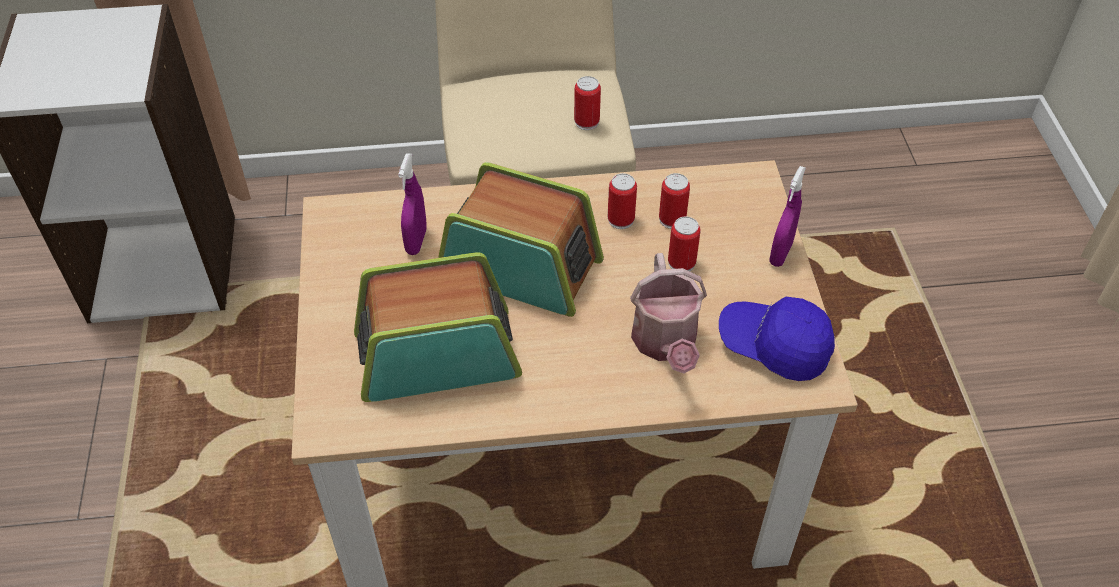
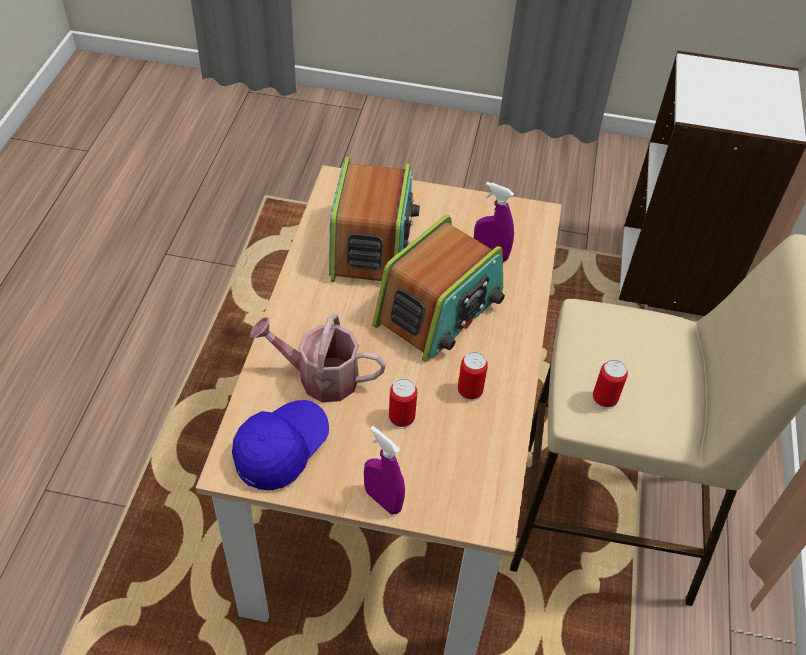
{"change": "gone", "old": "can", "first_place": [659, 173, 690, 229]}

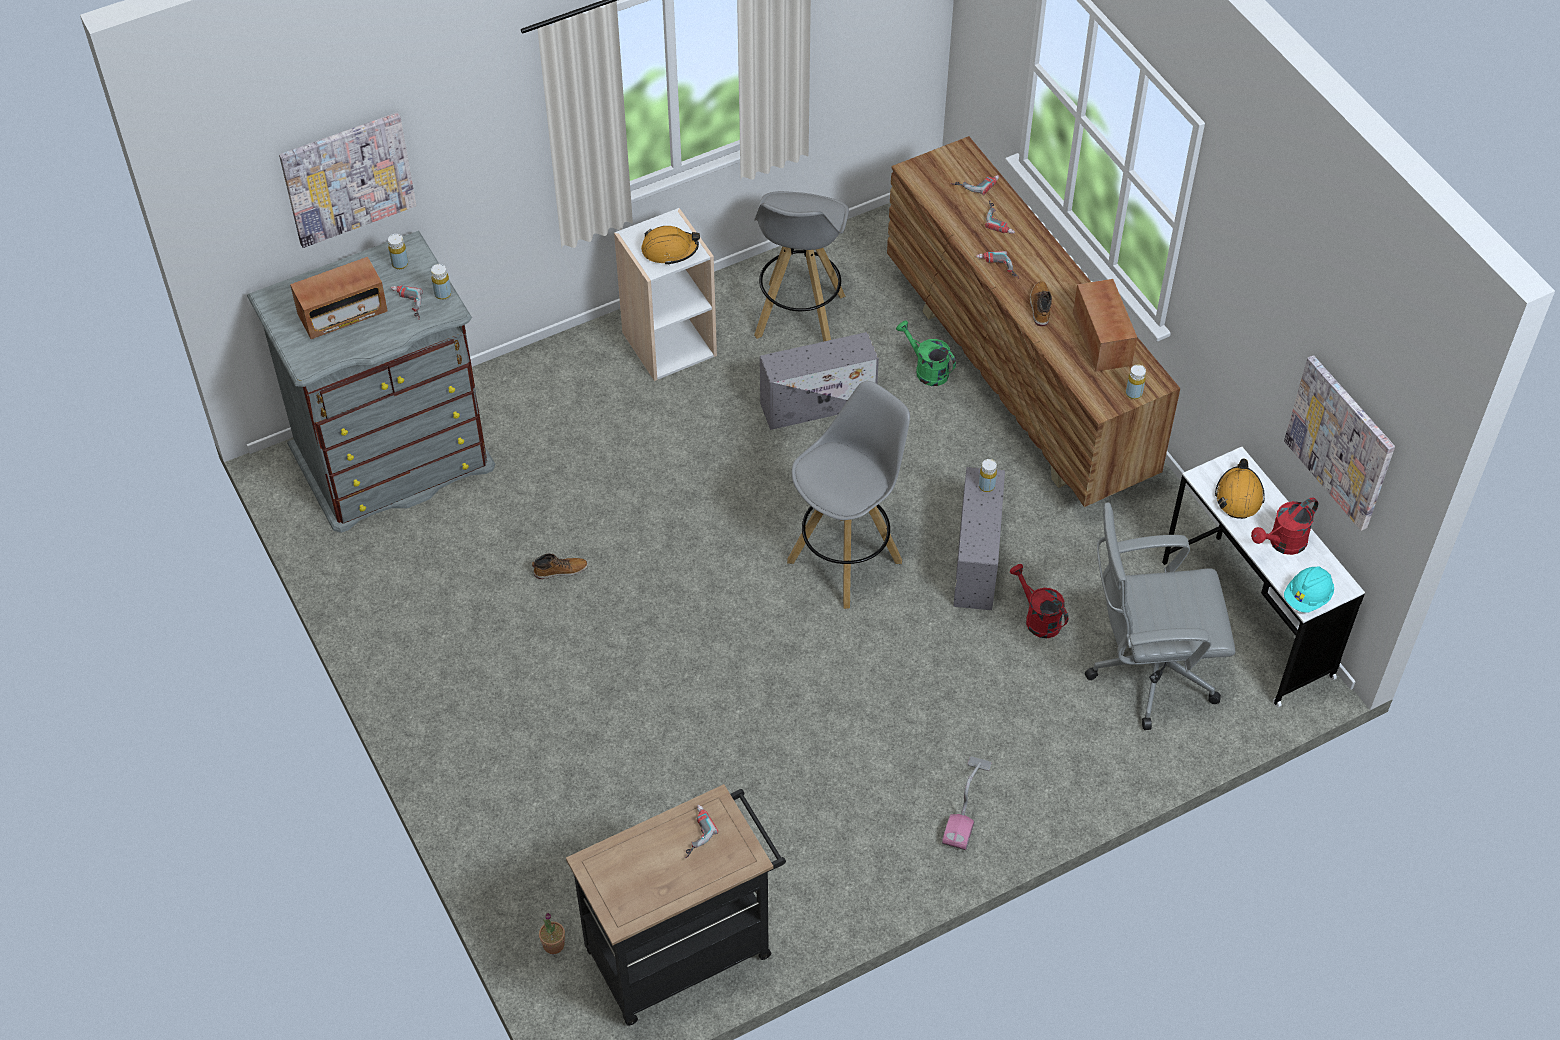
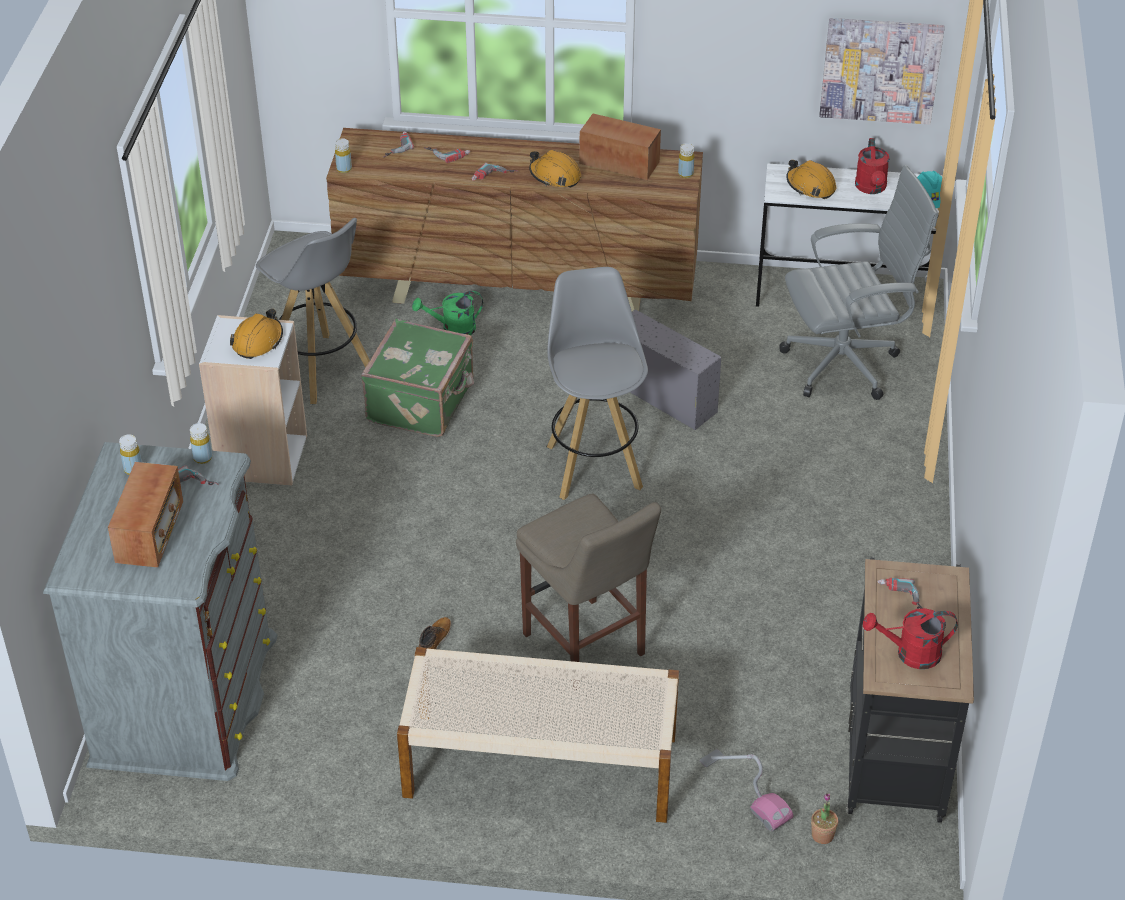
{"change": "shifted", "old": "yellow bottle", "first_place": [979, 459, 997, 492], "second_place": [335, 138, 352, 173]}
{"change": "swapped", "old": "grey storage box", "new": "green suitcase", "first_place": [760, 332, 879, 430], "second_place": [361, 319, 474, 437]}
{"change": "new", "new": "beige bench", "second_place": [397, 647, 679, 823]}
{"change": "new", "new": "beige stool", "second_place": [516, 494, 661, 690]}
{"change": "swapped", "old": "boot", "new": "orange hard hat", "first_place": [1030, 281, 1052, 326], "second_place": [529, 150, 581, 188]}
{"change": "shifted", "old": "vacuum cleaner", "first_place": [942, 756, 991, 850], "second_place": [700, 749, 793, 831]}
{"change": "rotated", "old": "grey office chair", "first_place": [1085, 502, 1235, 730], "second_place": [779, 165, 938, 400], "degrees": -135}
{"change": "shifted", "old": "red watering can", "first_place": [1010, 564, 1068, 638], "second_place": [863, 608, 958, 669]}
{"change": "gone", "old": "picture", "first_place": [279, 112, 416, 248]}

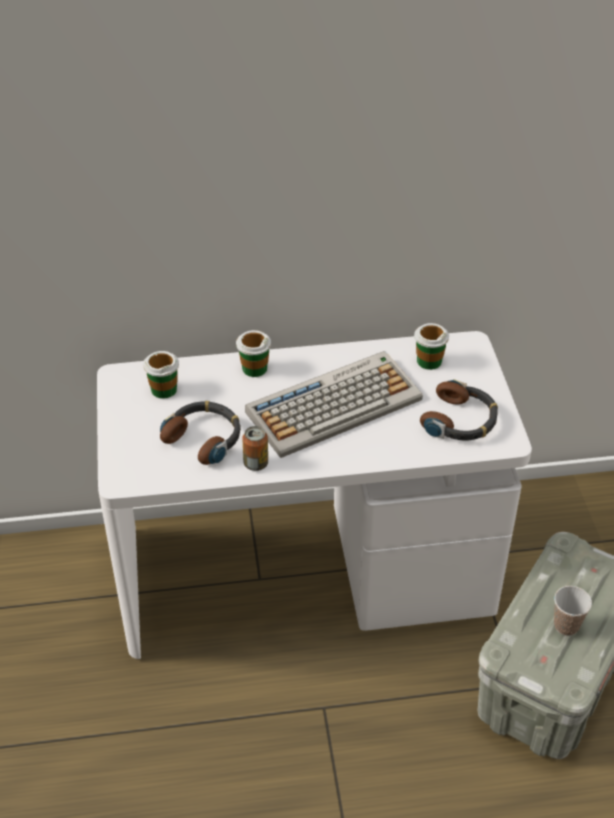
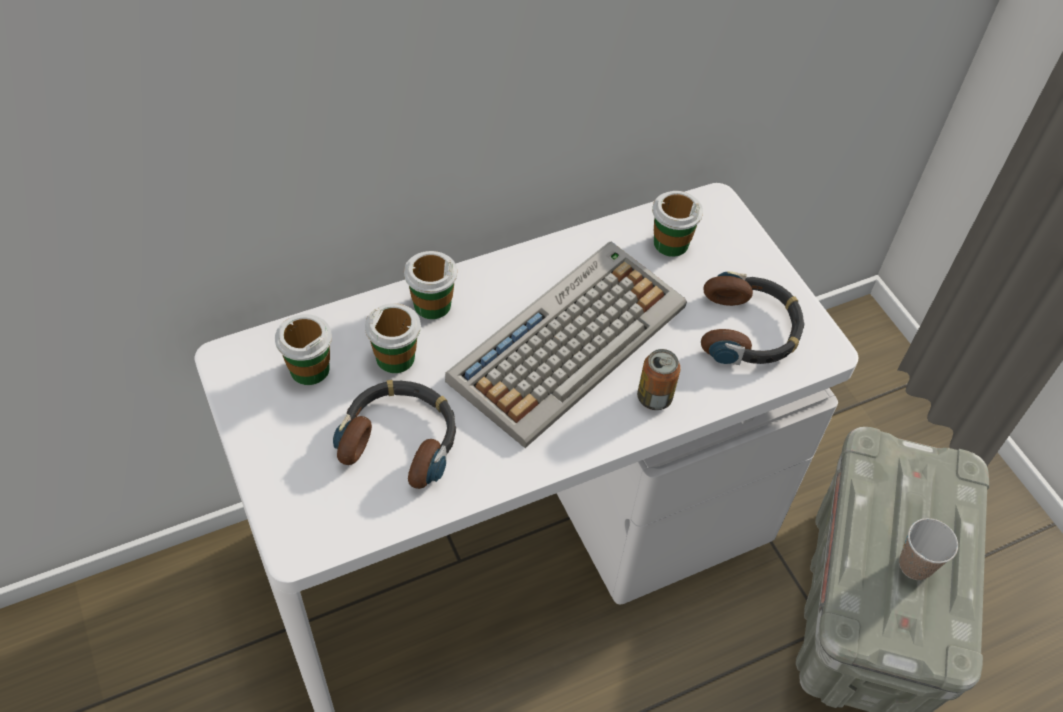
{"change": "new", "new": "cup", "second_place": [365, 303, 421, 373]}
{"change": "shifted", "old": "can", "first_place": [242, 426, 268, 471], "second_place": [637, 349, 681, 410]}

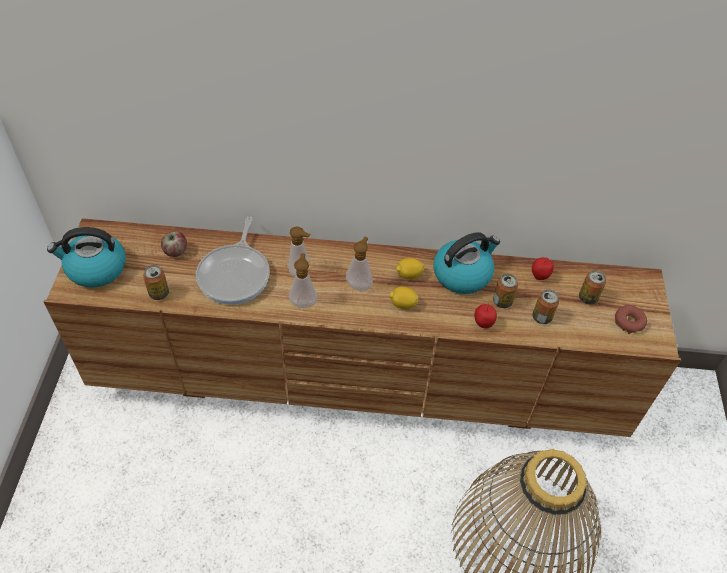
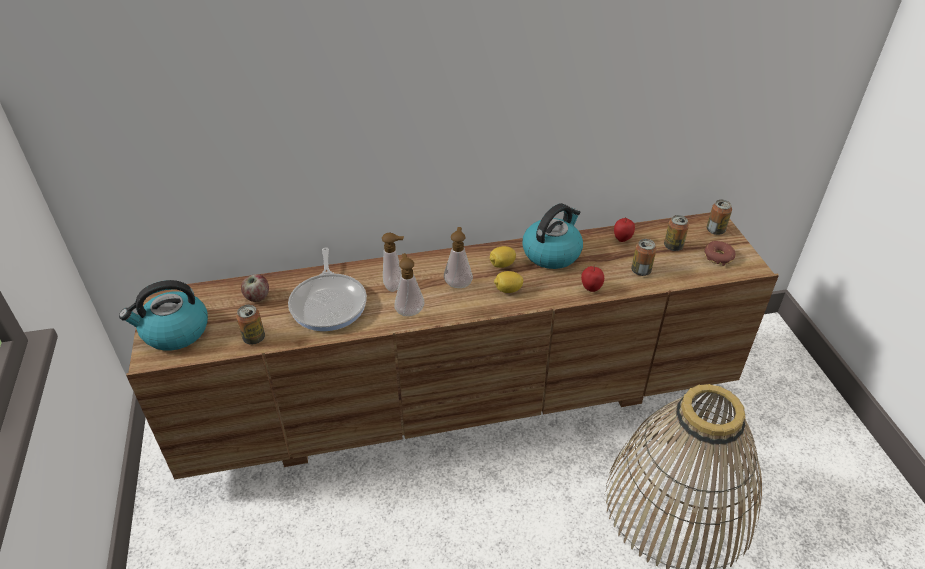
{"change": "shifted", "old": "can", "first_place": [493, 274, 518, 308], "second_place": [707, 200, 732, 235]}

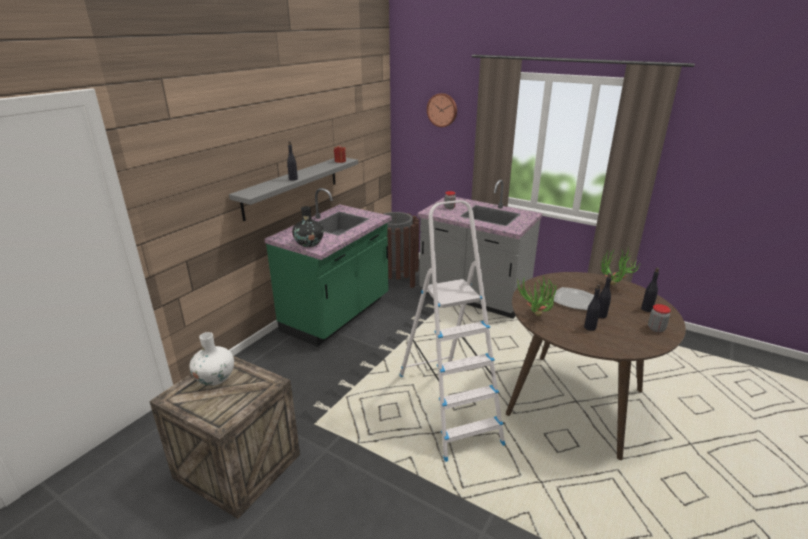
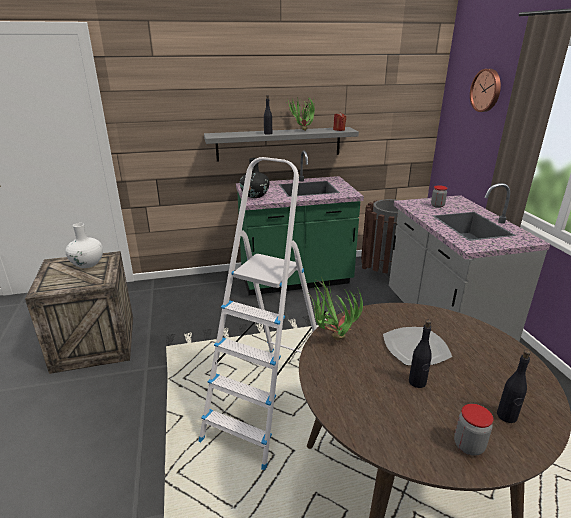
{"change": "shifted", "old": "potted plant", "first_place": [600, 248, 642, 285], "second_place": [286, 97, 315, 131]}
{"change": "gone", "old": "black bottle", "first_place": [584, 284, 601, 331]}

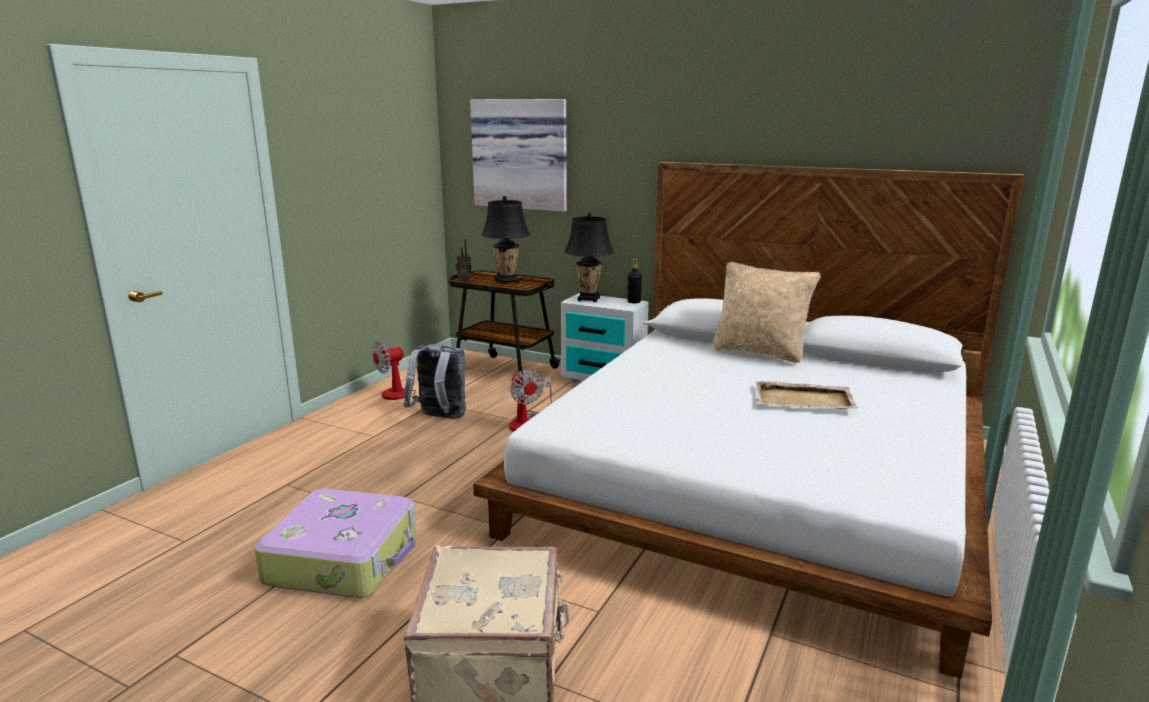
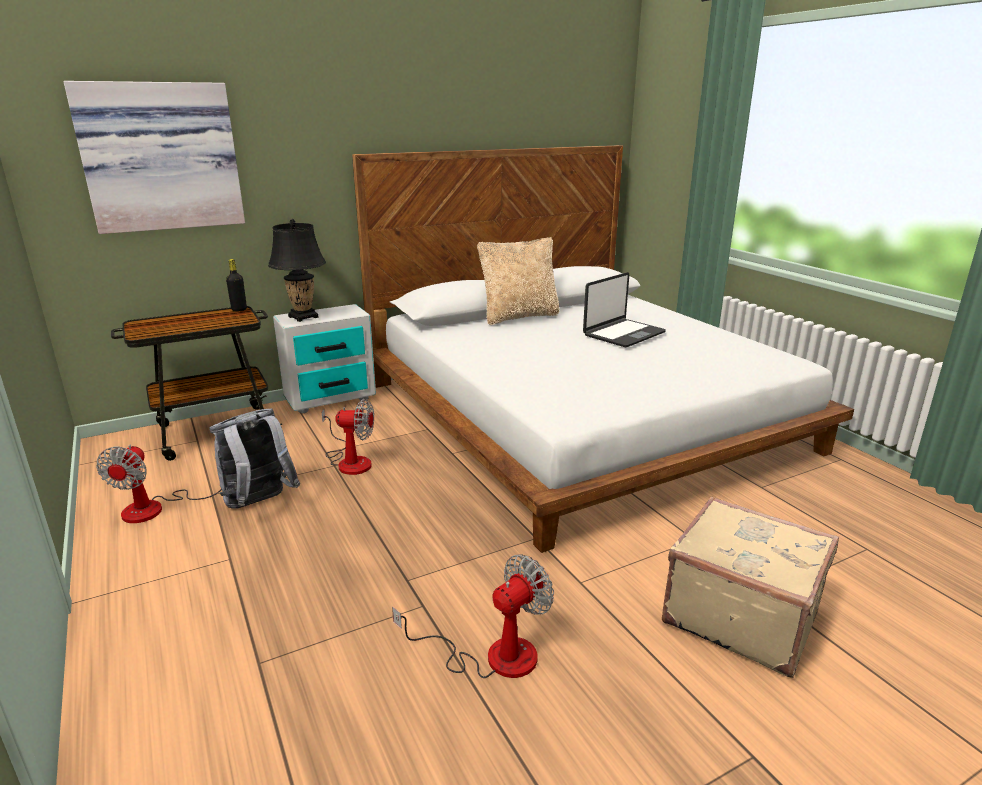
{"change": "shifted", "old": "black bottle", "first_place": [628, 259, 642, 303], "second_place": [226, 259, 247, 312]}
{"change": "swapped", "old": "suitcase", "new": "fan", "first_place": [255, 489, 416, 598], "second_place": [392, 554, 554, 678]}
{"change": "swapped", "old": "beige tray", "new": "laptop", "first_place": [756, 381, 858, 409], "second_place": [583, 272, 666, 347]}
{"change": "gone", "old": "radio", "first_place": [455, 239, 472, 281]}
{"change": "gone", "old": "black table lamp", "first_place": [482, 196, 530, 285]}

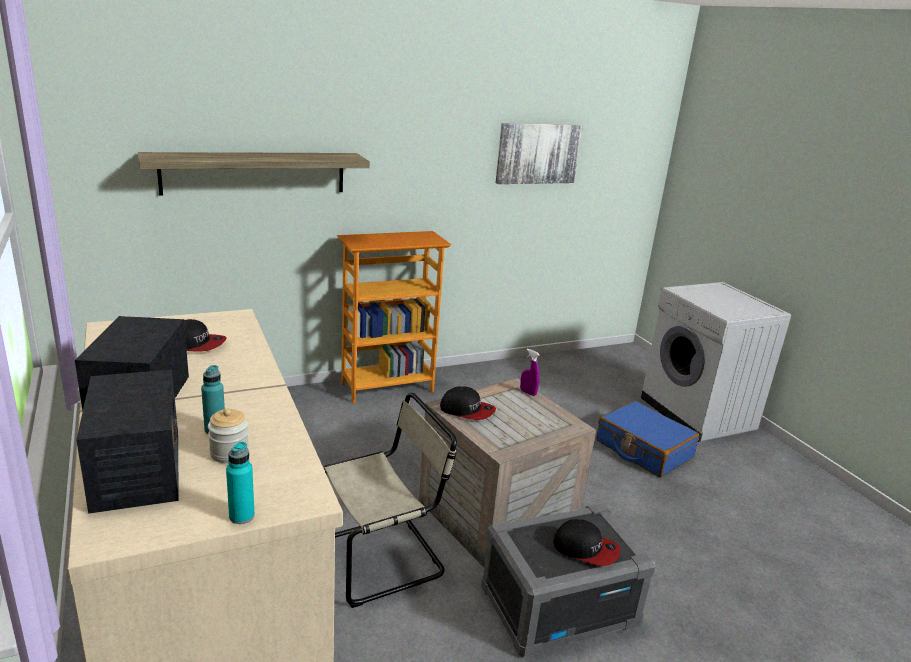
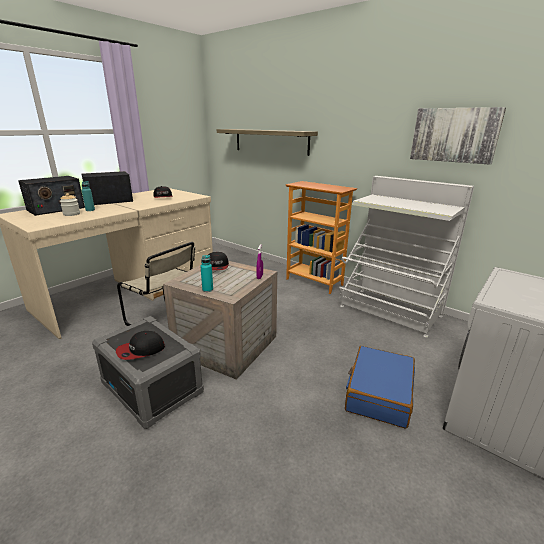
{"change": "rotated", "old": "cap", "first_place": [553, 519, 620, 566], "second_place": [116, 331, 165, 360], "degrees": 60}
{"change": "shifted", "old": "turquoise bottle", "first_place": [226, 442, 255, 524], "second_place": [200, 255, 213, 292]}
{"change": "new", "new": "white shoe rack", "second_place": [339, 176, 474, 337]}

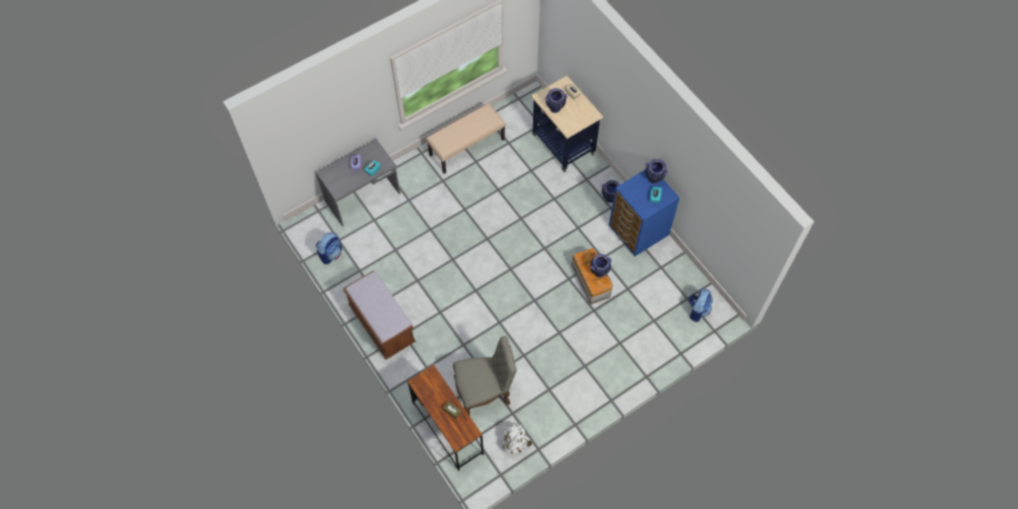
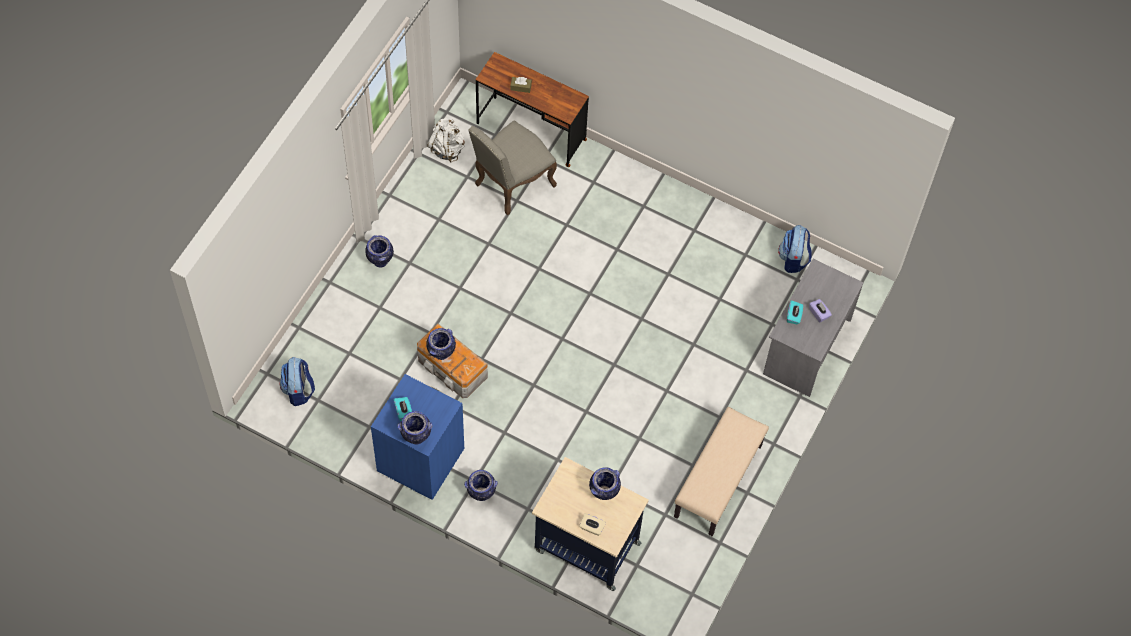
{"change": "new", "new": "vase", "second_place": [365, 235, 394, 268]}
{"change": "gone", "old": "brown bench", "first_place": [343, 270, 416, 360]}

